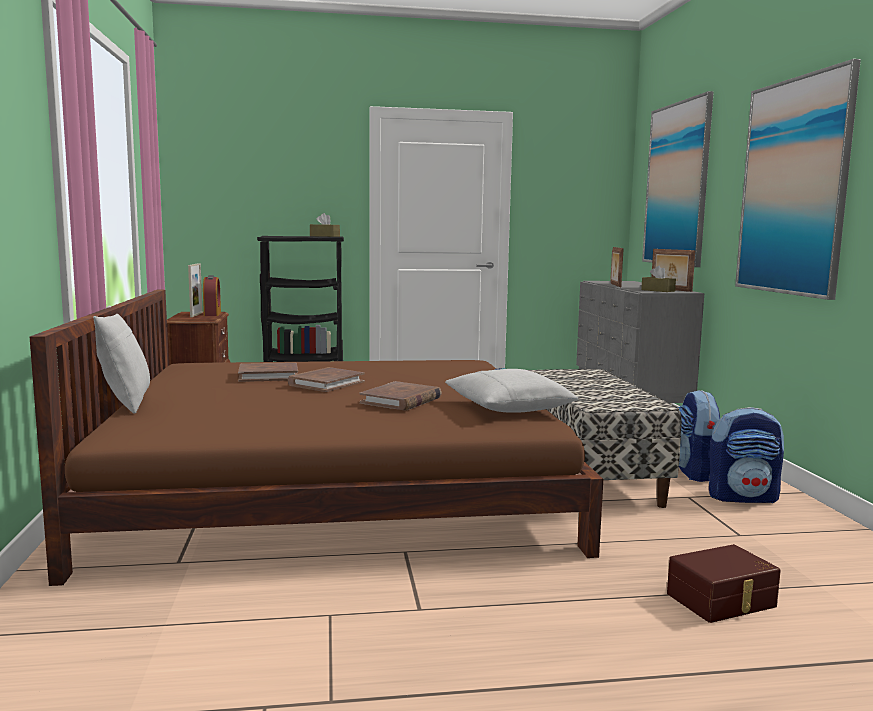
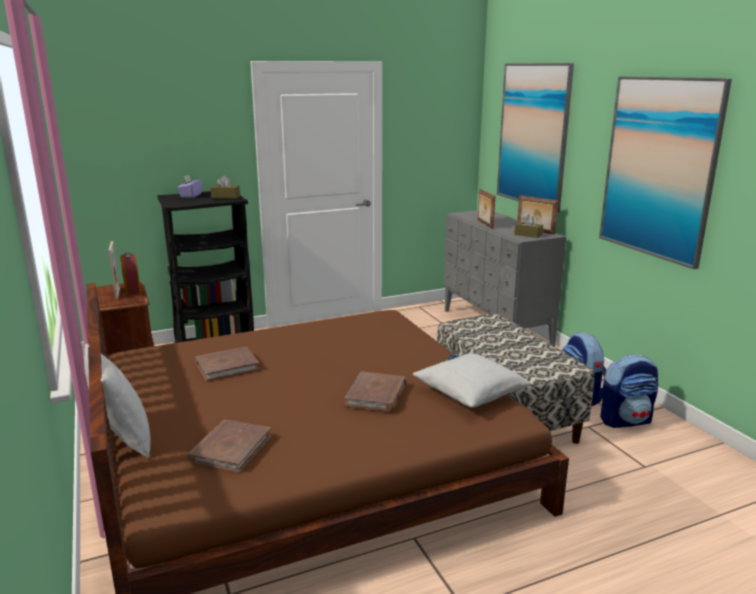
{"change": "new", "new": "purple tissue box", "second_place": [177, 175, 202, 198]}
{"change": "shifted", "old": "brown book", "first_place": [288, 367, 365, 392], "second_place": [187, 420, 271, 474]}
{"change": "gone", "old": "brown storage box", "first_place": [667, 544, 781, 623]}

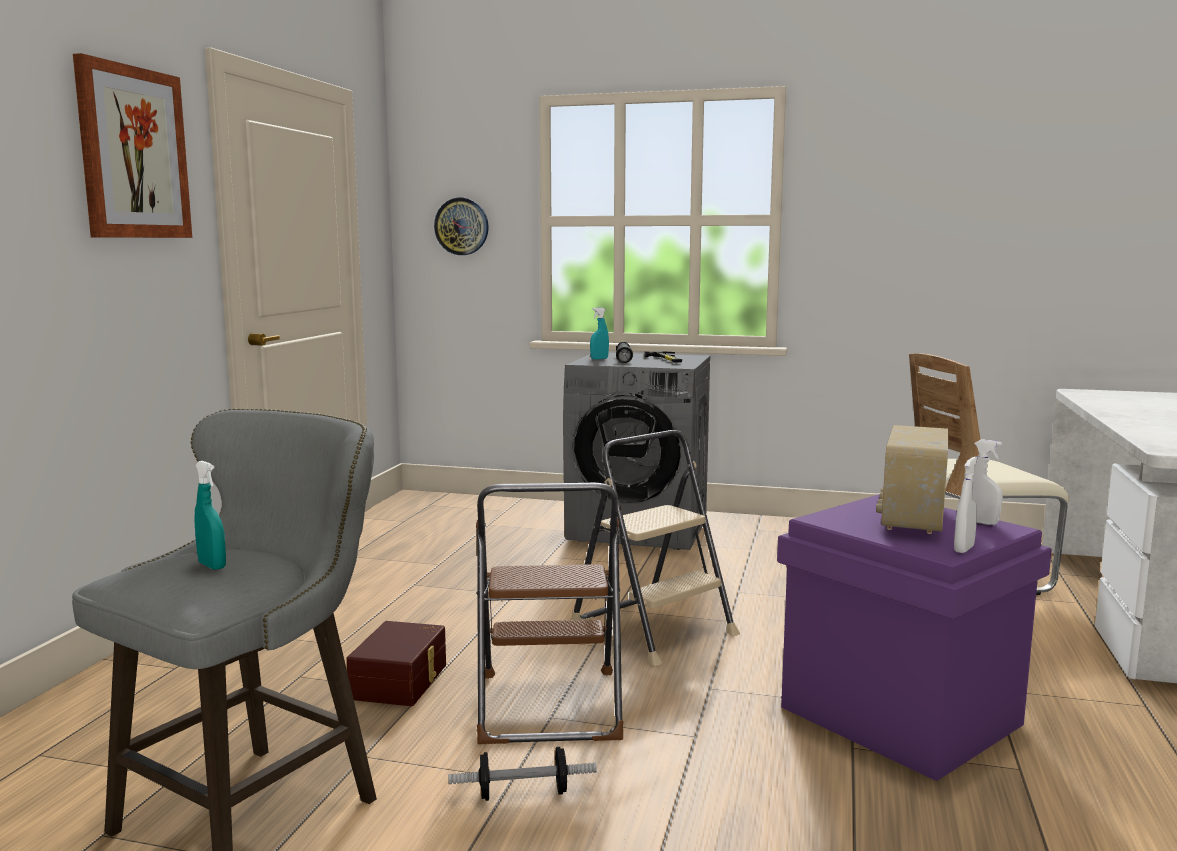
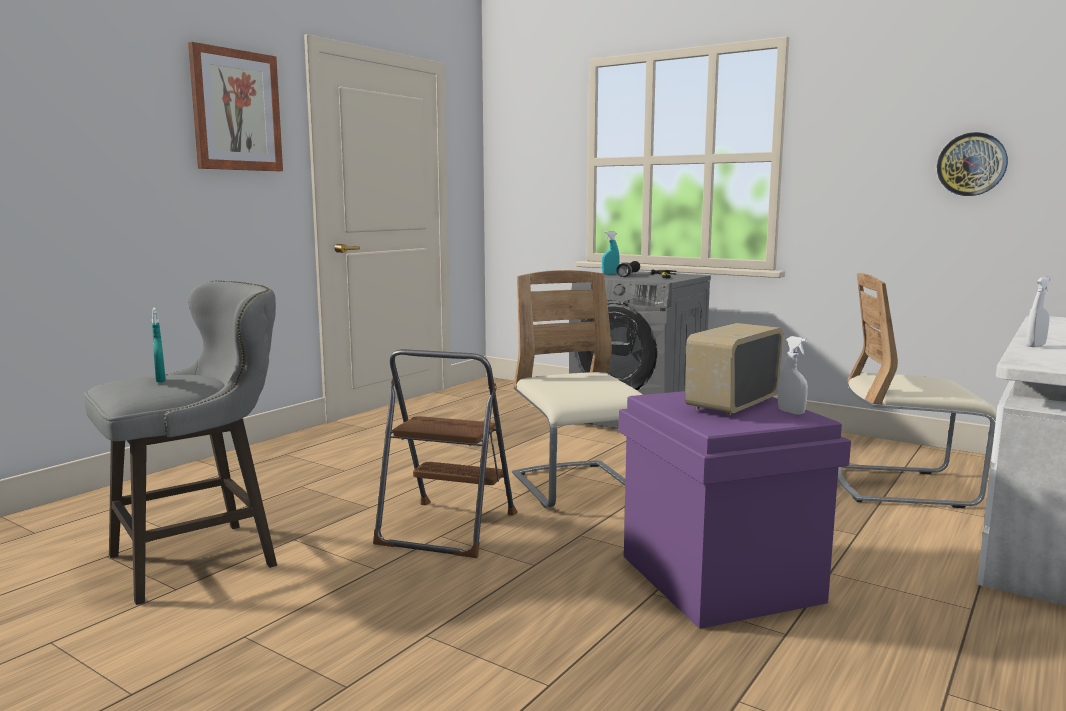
{"change": "swapped", "old": "beige step ladder", "new": "beige chair", "first_place": [571, 430, 740, 666], "second_place": [512, 270, 643, 508]}
{"change": "shifted", "old": "wall clock", "first_place": [434, 198, 489, 255], "second_place": [937, 132, 1008, 196]}
{"change": "shifted", "old": "white spray bottle", "first_place": [954, 457, 977, 553], "second_place": [1026, 277, 1051, 347]}
{"change": "gone", "old": "brown storage box", "first_place": [346, 621, 446, 706]}
{"change": "gone", "old": "dumbbell", "first_place": [448, 747, 597, 801]}

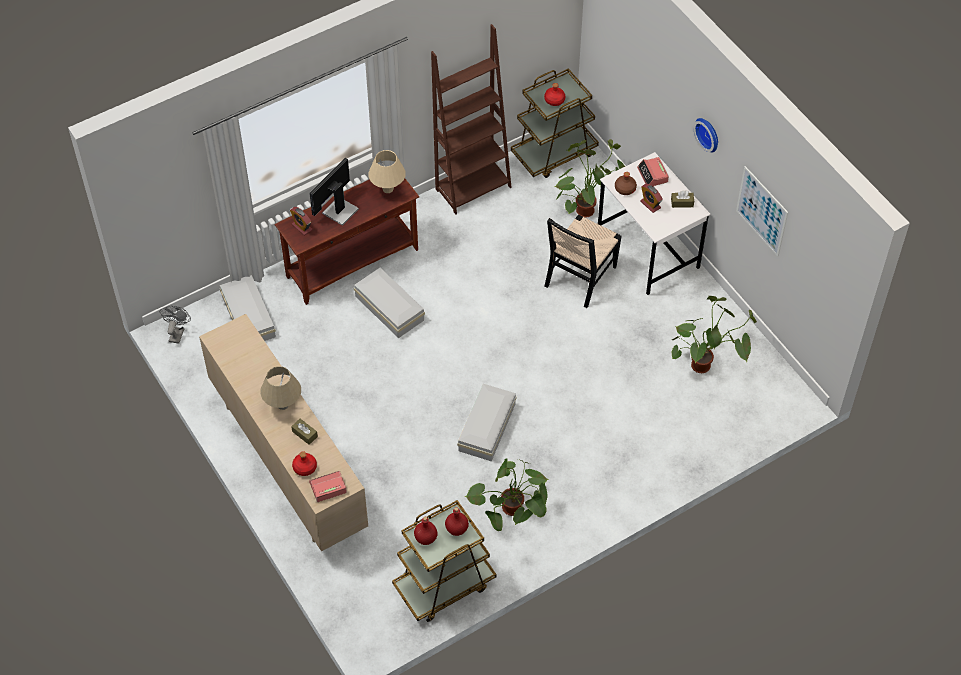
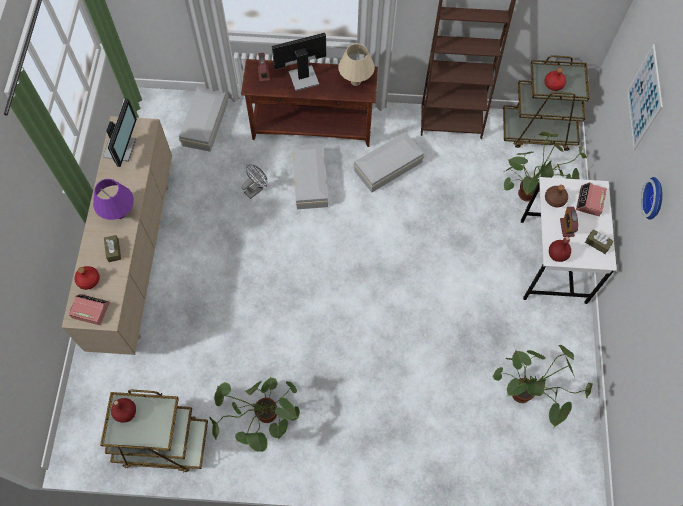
{"change": "repainted", "old": "beige table lamp", "new": "purple table lamp", "first_place": [260, 366, 301, 410], "second_place": [93, 179, 134, 220]}
{"change": "new", "new": "monitor", "second_place": [103, 99, 137, 167]}
{"change": "shifted", "old": "grey fan", "first_place": [159, 305, 191, 344], "second_place": [241, 165, 267, 199]}
{"change": "shifted", "old": "white storage box", "first_place": [457, 384, 517, 461], "second_place": [354, 132, 424, 193]}
{"change": "shifted", "old": "red bottle", "first_place": [445, 507, 469, 536], "second_place": [549, 237, 571, 262]}
{"change": "shifted", "old": "picture", "first_place": [736, 166, 788, 257], "second_place": [627, 44, 663, 150]}
{"change": "gone", "old": "chair", "first_place": [544, 214, 622, 308]}

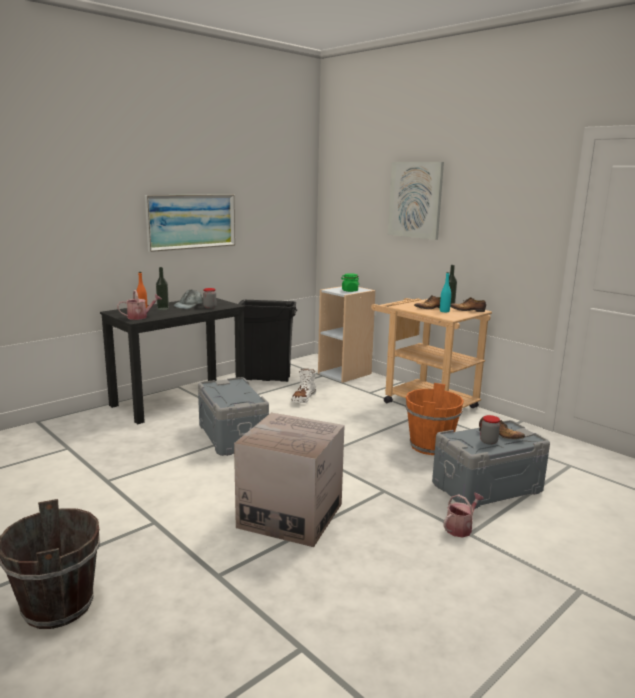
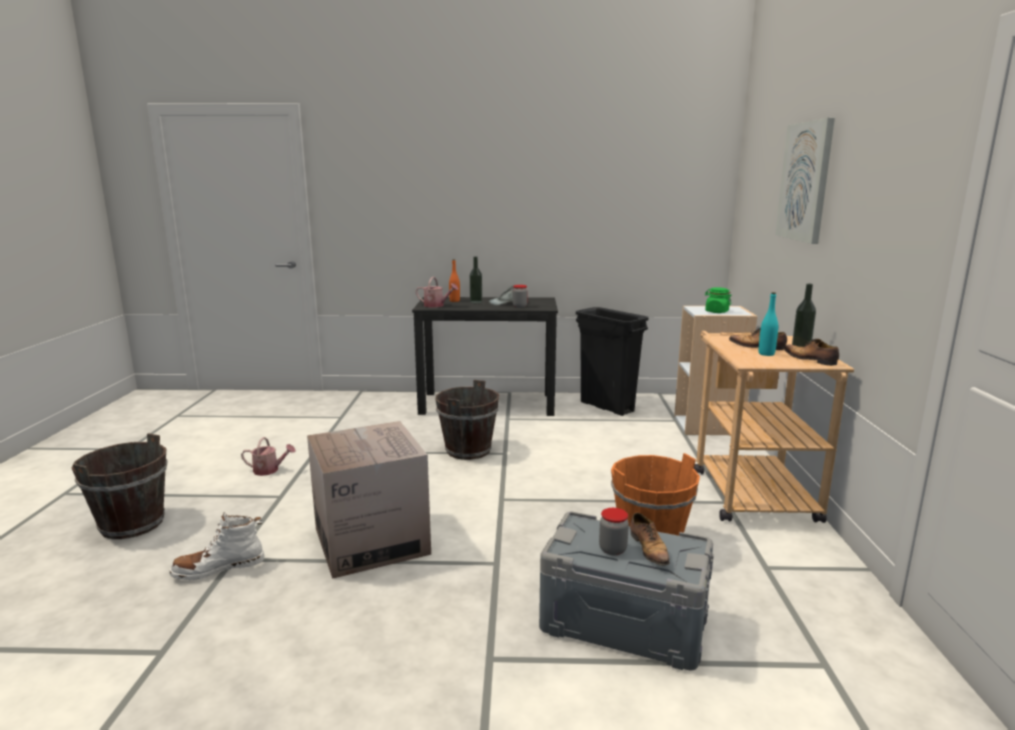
{"change": "shifted", "old": "white boot", "first_place": [291, 368, 316, 403], "second_place": [169, 512, 265, 581]}
{"change": "shifted", "old": "watering can", "first_place": [444, 493, 484, 538], "second_place": [241, 437, 295, 476]}
{"change": "swapped", "old": "grey storage box", "new": "brown bucket", "first_place": [198, 377, 269, 456], "second_place": [435, 380, 499, 460]}
{"change": "gone", "old": "picture", "first_place": [145, 194, 235, 252]}

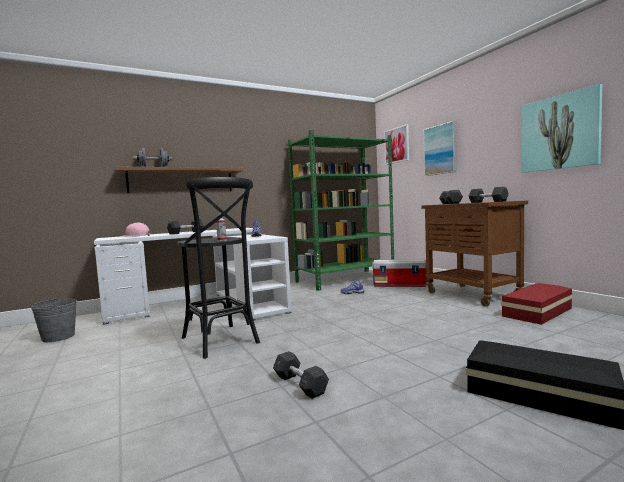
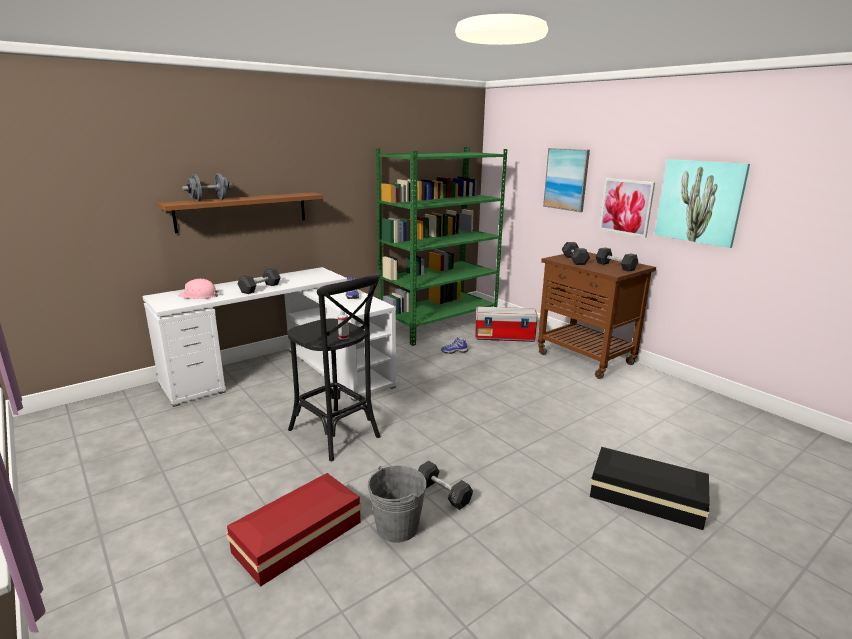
{"change": "shifted", "old": "red storage box", "first_place": [501, 283, 573, 325], "second_place": [226, 473, 362, 587]}
{"change": "shifted", "old": "grey bucket", "first_place": [30, 298, 77, 342], "second_place": [368, 466, 427, 543]}
{"change": "shifted", "old": "picture", "first_place": [384, 124, 409, 165], "second_place": [599, 178, 655, 238]}

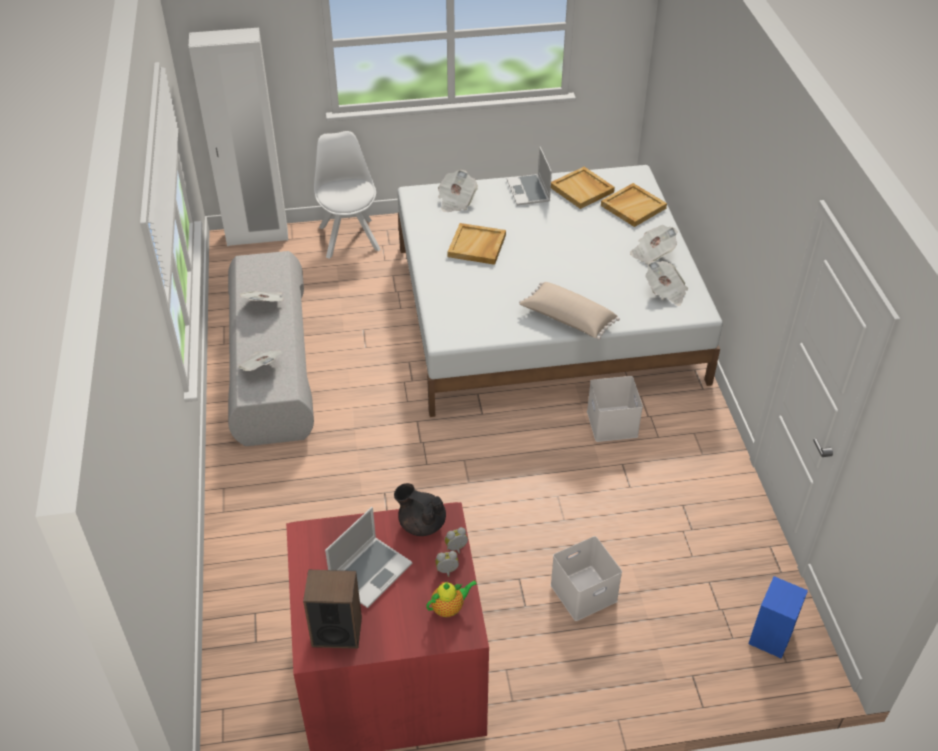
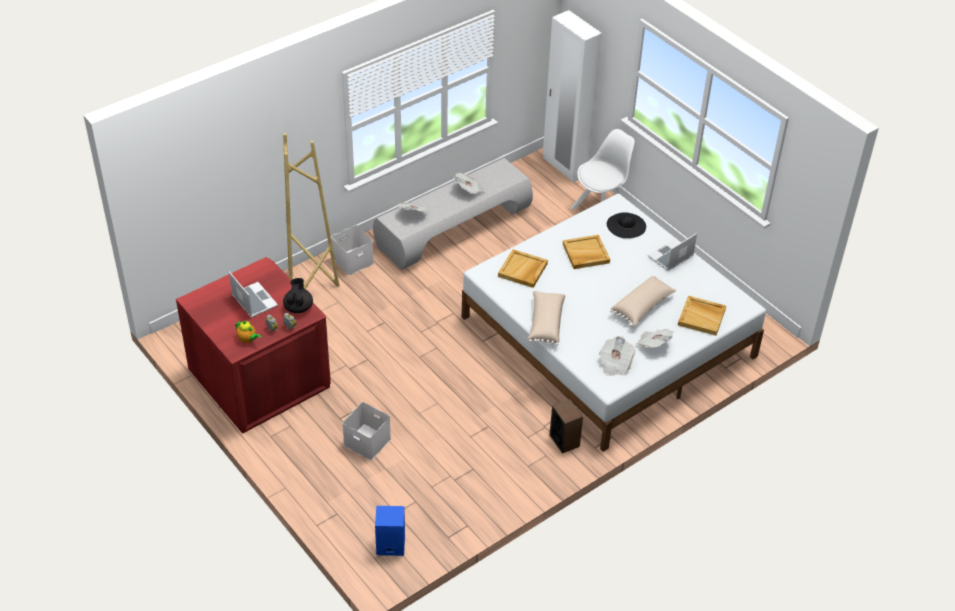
{"change": "rotated", "old": "laptop", "first_place": [325, 507, 412, 608], "second_place": [229, 271, 278, 318], "degrees": -135}
{"change": "new", "new": "yellow clothes rack", "second_place": [283, 133, 339, 289]}
{"change": "shifted", "old": "white storage box", "first_place": [587, 376, 643, 442], "second_place": [331, 225, 374, 276]}
{"change": "shifted", "old": "beige tray", "first_place": [551, 167, 615, 209], "second_place": [498, 249, 548, 288]}
{"change": "shifted", "old": "speaker", "first_place": [303, 570, 362, 649], "second_place": [550, 399, 583, 453]}
{"change": "swapped", "old": "newspaper", "new": "black hat", "first_place": [438, 170, 478, 212], "second_place": [607, 212, 646, 238]}
{"change": "new", "new": "beige pillow", "second_place": [610, 276, 676, 326]}

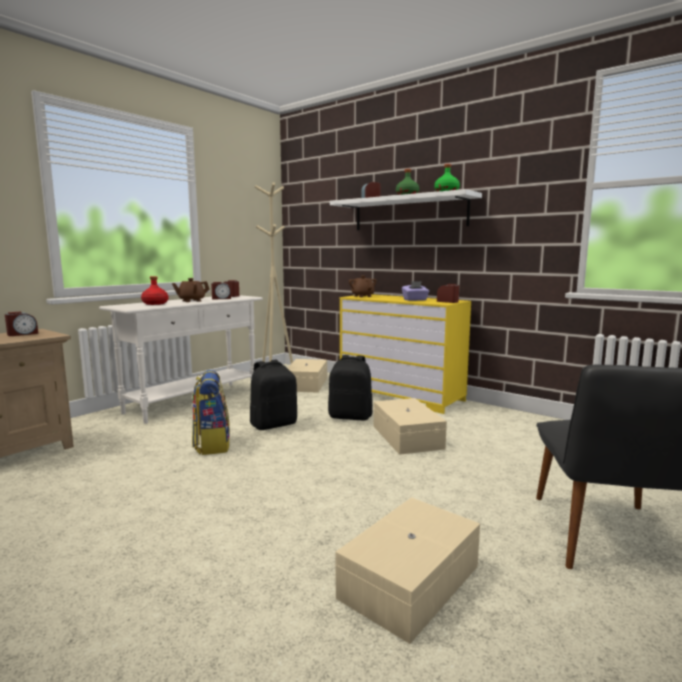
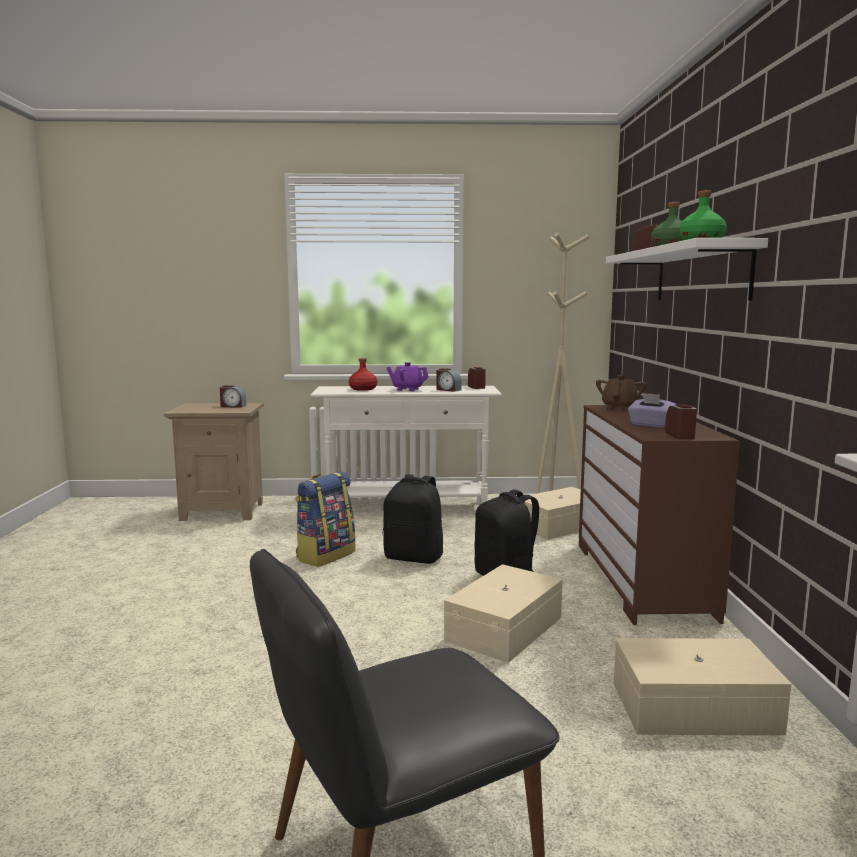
{"change": "repainted", "old": "brown teapot", "new": "purple teapot", "first_place": [172, 278, 210, 302], "second_place": [386, 362, 429, 391]}
{"change": "repainted", "old": "yellow dresser", "new": "brown dresser", "first_place": [339, 294, 471, 414], "second_place": [579, 405, 740, 625]}
{"change": "shifted", "old": "beige storage box", "first_place": [336, 497, 480, 644], "second_place": [614, 638, 791, 735]}

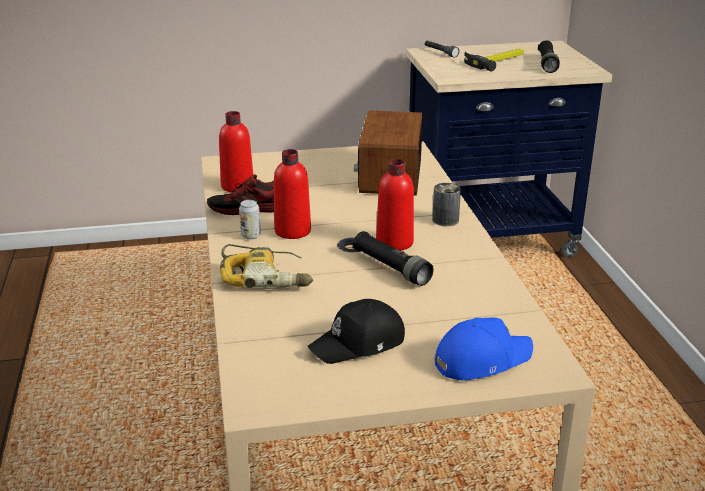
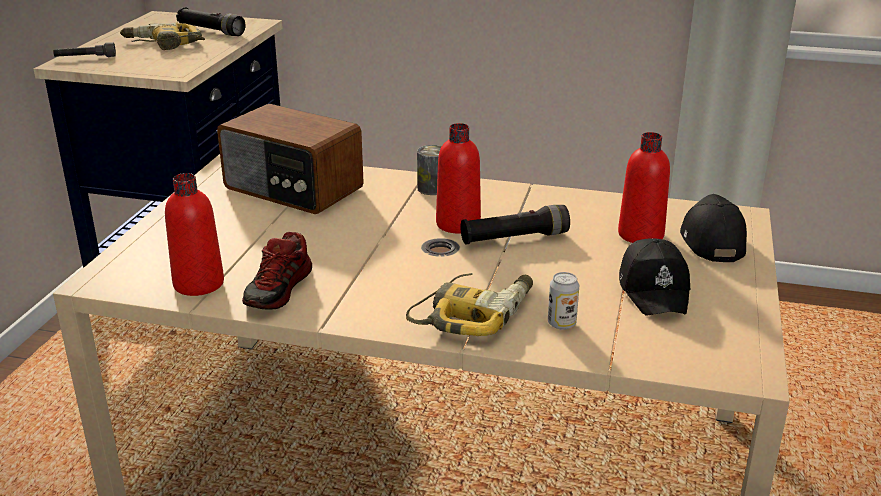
{"change": "swapped", "old": "hammer", "new": "power drill", "first_place": [464, 49, 524, 71], "second_place": [120, 23, 205, 50]}
{"change": "shifted", "old": "can", "first_place": [239, 200, 261, 240], "second_place": [548, 272, 579, 330]}
{"change": "shifted", "old": "red bottle", "first_place": [274, 149, 311, 239], "second_place": [618, 132, 670, 243]}
{"change": "repainted", "old": "blue cap", "new": "black cap", "first_place": [435, 317, 533, 380], "second_place": [680, 194, 747, 262]}

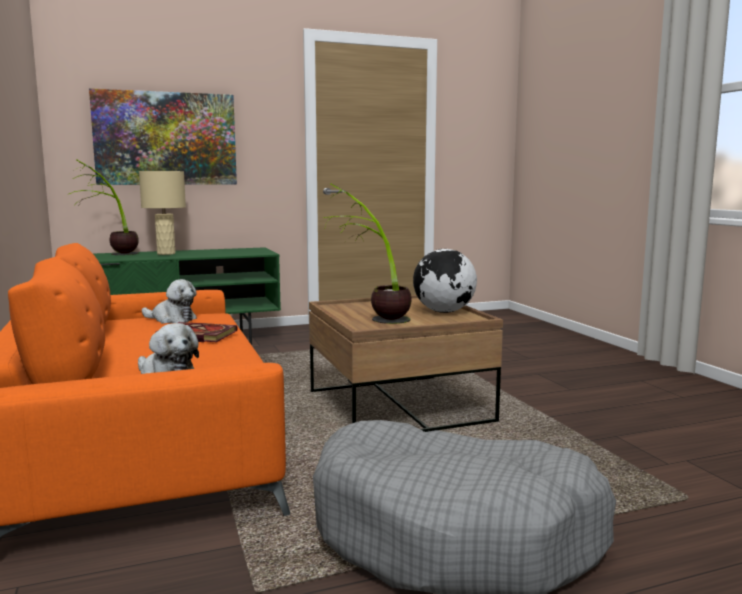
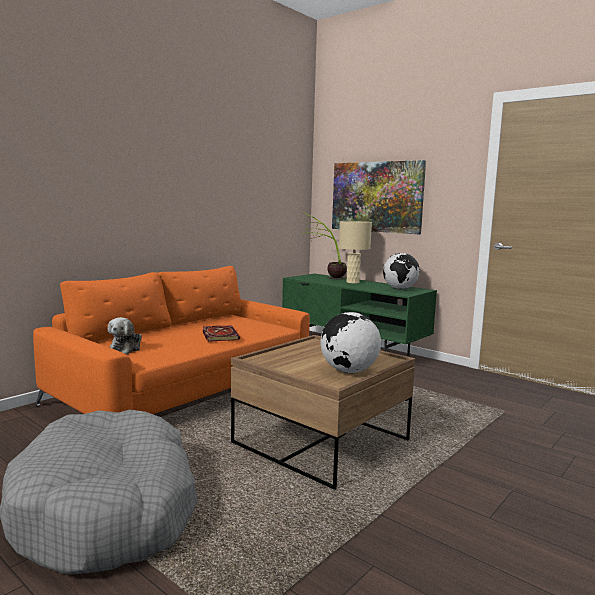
{"change": "new", "new": "globe", "second_place": [383, 253, 420, 289]}
{"change": "gone", "old": "plush toy", "first_place": [142, 279, 197, 324]}
{"change": "gone", "old": "potted plant", "first_place": [324, 183, 412, 324]}

